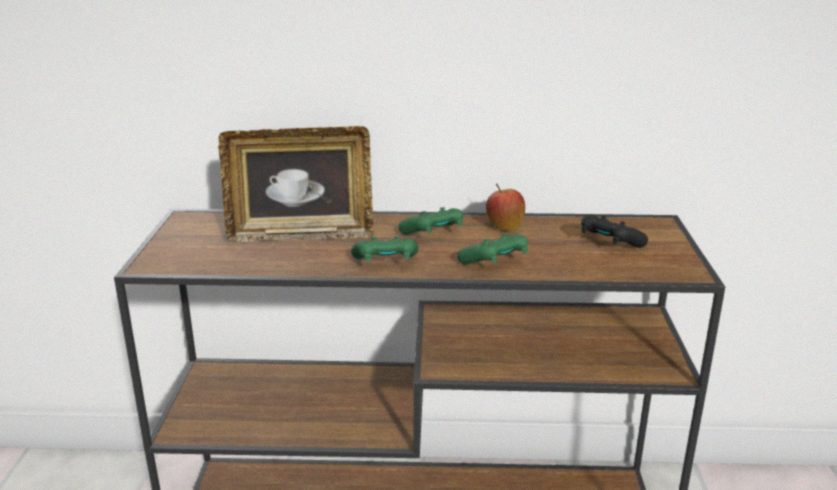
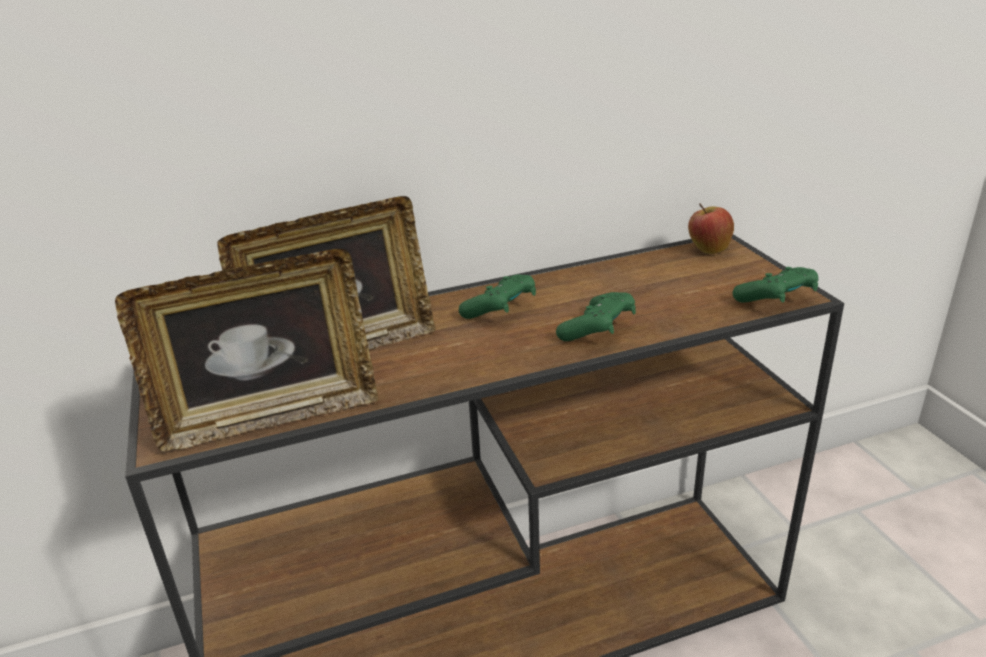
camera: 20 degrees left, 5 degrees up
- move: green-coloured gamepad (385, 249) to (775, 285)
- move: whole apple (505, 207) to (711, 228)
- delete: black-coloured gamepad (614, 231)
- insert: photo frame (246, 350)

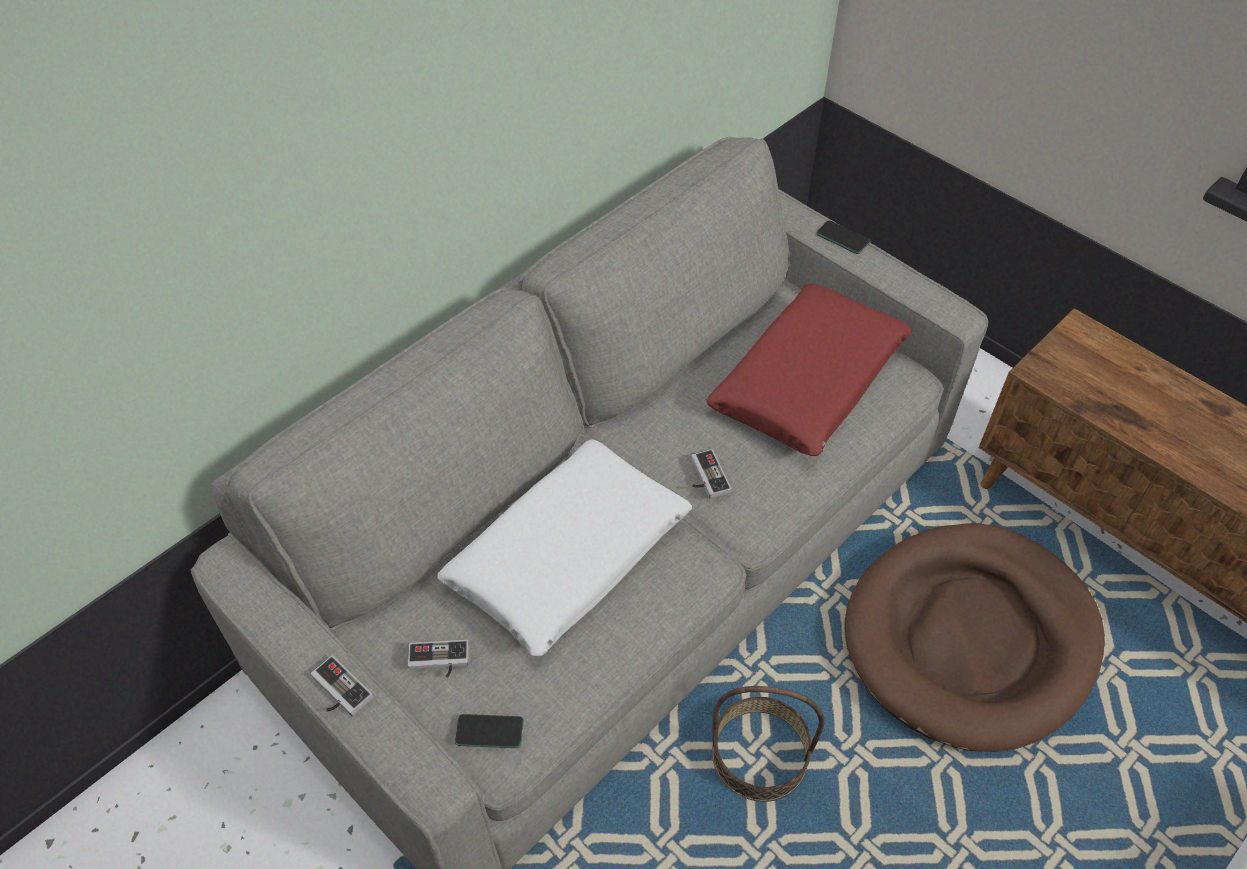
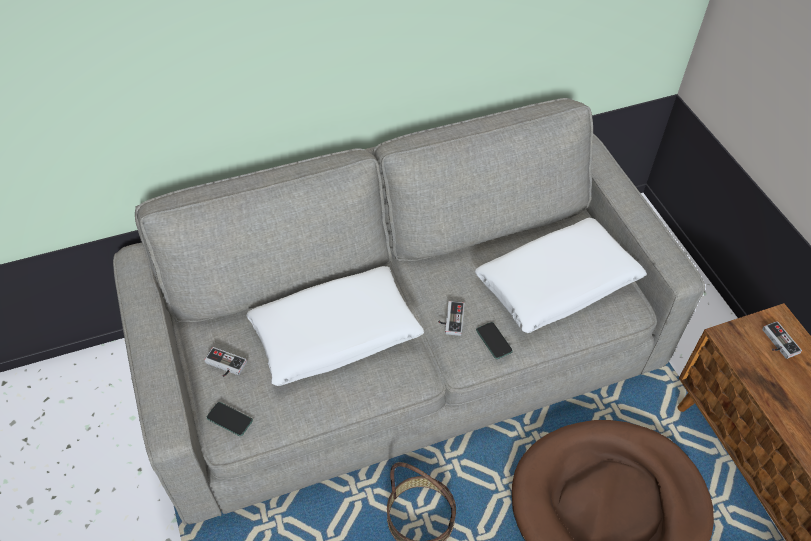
camera: 25 degrees right, 0 degrees up
- move: gamepad (342, 686) to (782, 340)
- recolor: red-coloured throw pillow (809, 370) to white-coloured throw pillow (561, 275)
- move: telephone (843, 237) to (494, 340)

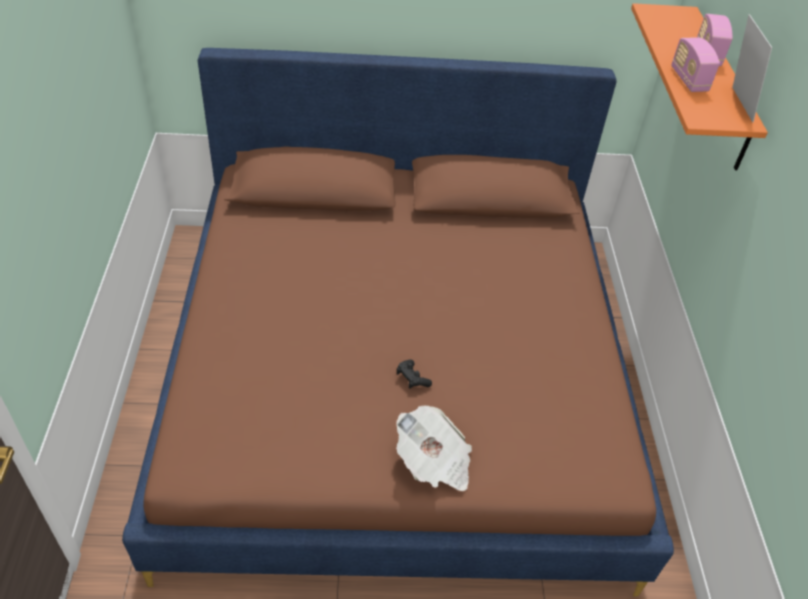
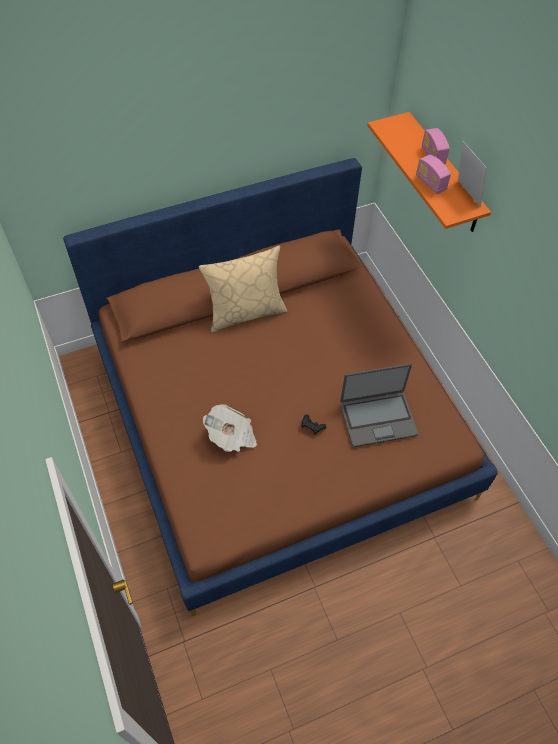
camera: 20 degrees left, 10 degrees up
- move: newspaper (434, 448) to (230, 428)
- insert: beige-coloured throw pillow (243, 289)
- insert: laptop (379, 405)

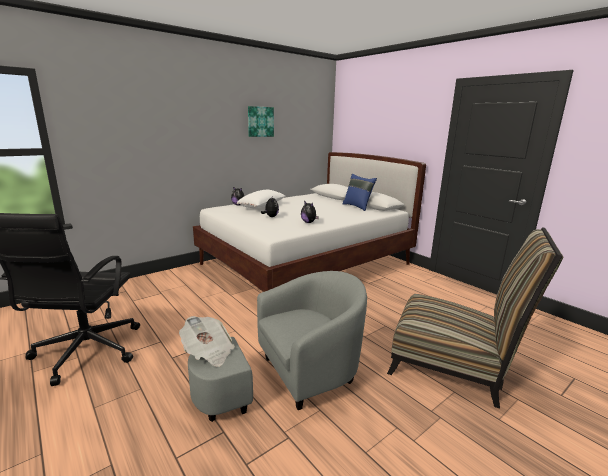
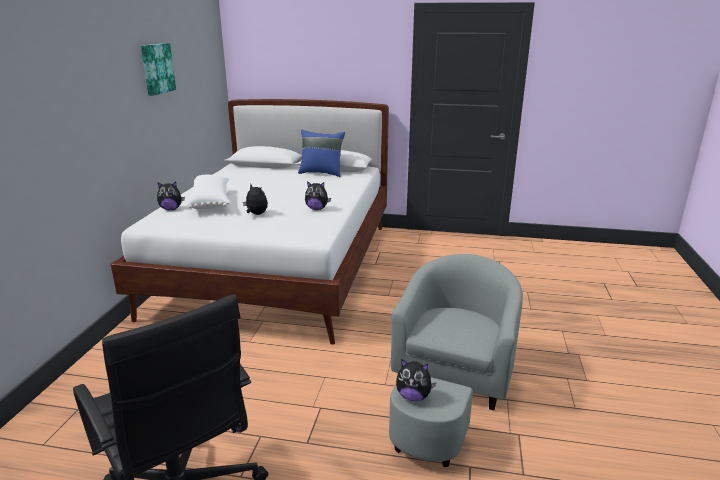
camera: 40 degrees left, 5 degrees up
- replace: newspaper (207, 341) to soft toy (416, 380)
- delete: chair (475, 318)

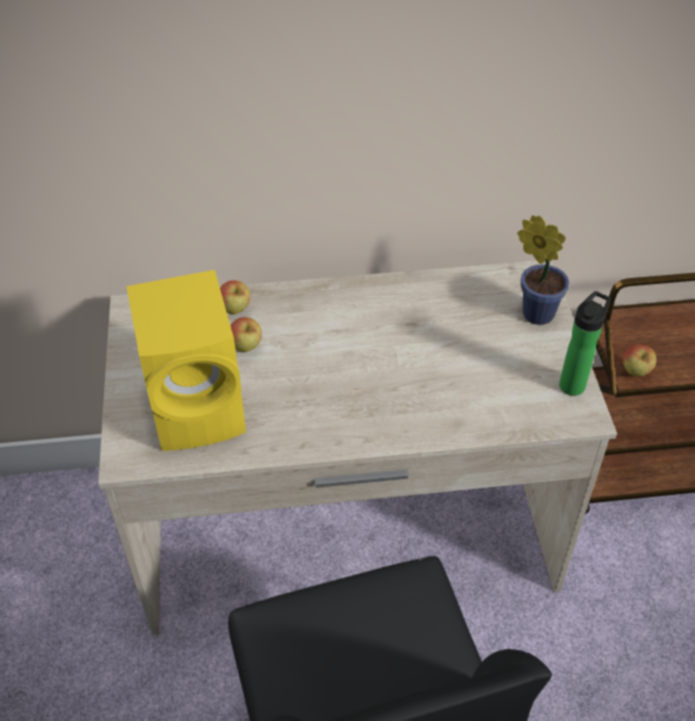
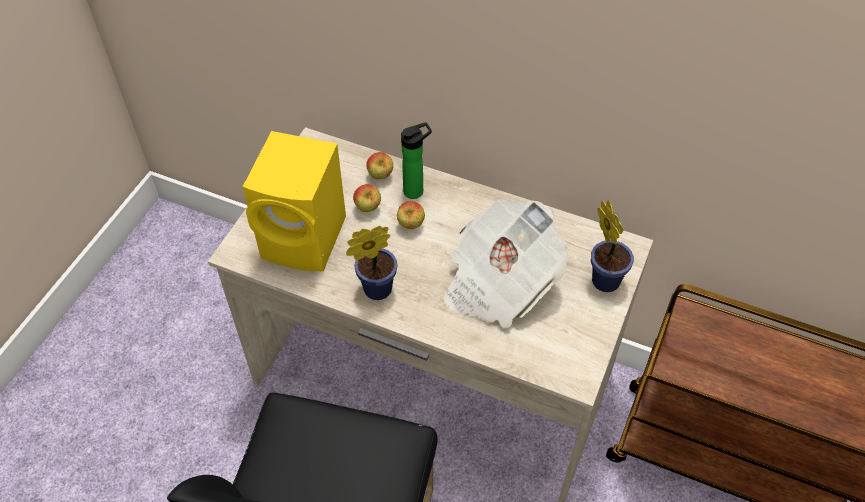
camera: 30 degrees right, 5 degrees up
- move: drink bottle (585, 343) to (416, 160)
- move: whole apple (639, 360) to (411, 215)
- insert: houseplant (372, 263)
- insert: newspaper (505, 263)

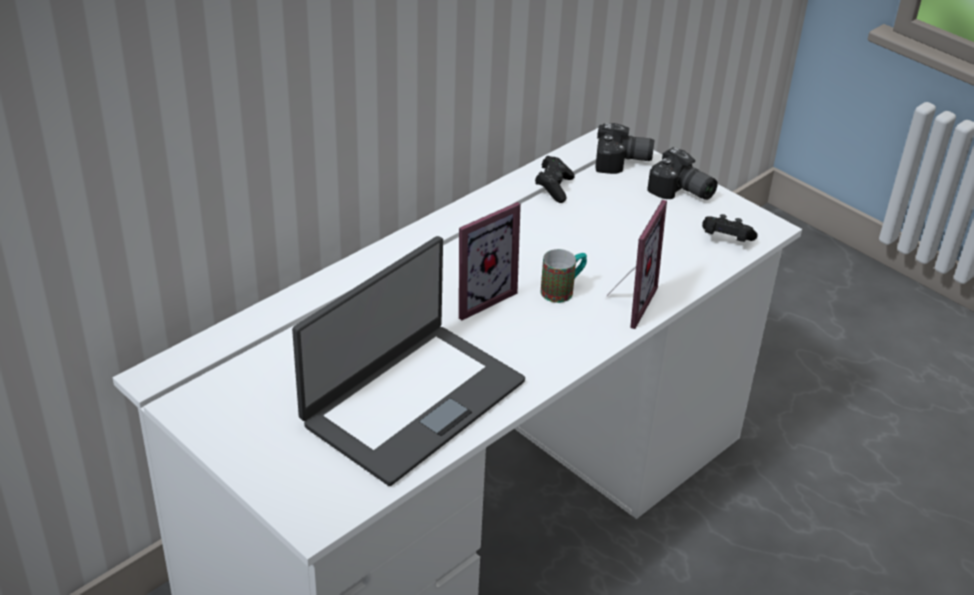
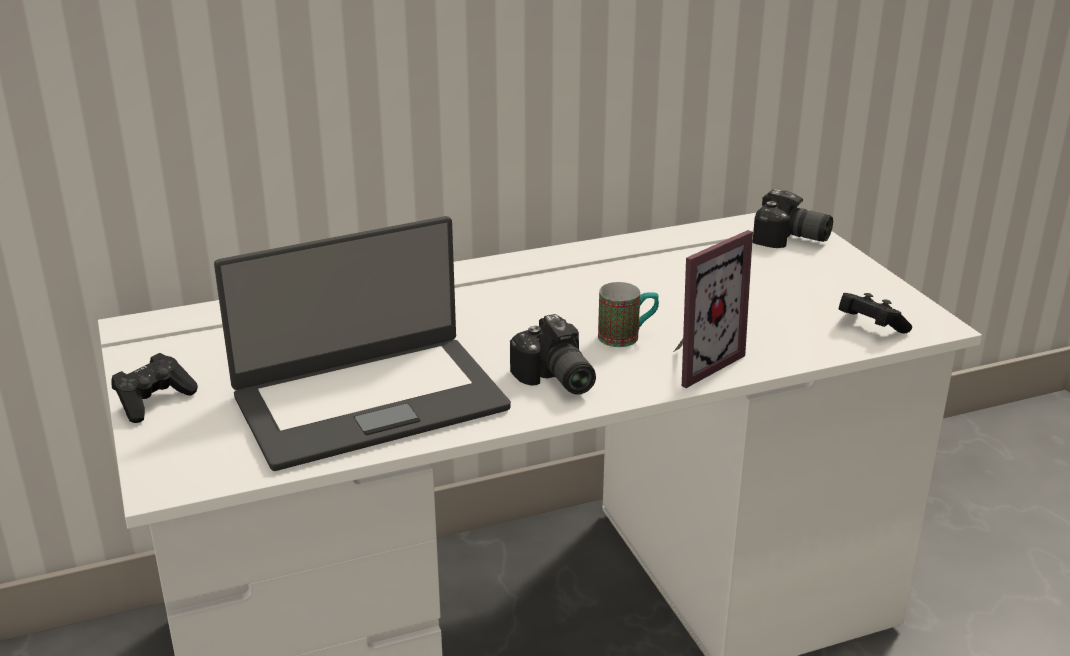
camera: 25 degrees right, 10 degrees down
- delete: photo frame (490, 261)
- move: black-coloured gamepad (555, 179) to (155, 388)
- move: still camera (682, 173) to (553, 354)

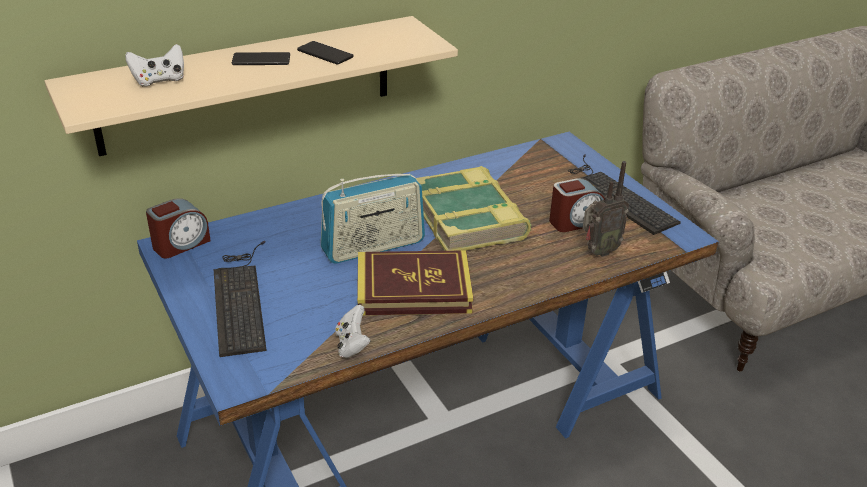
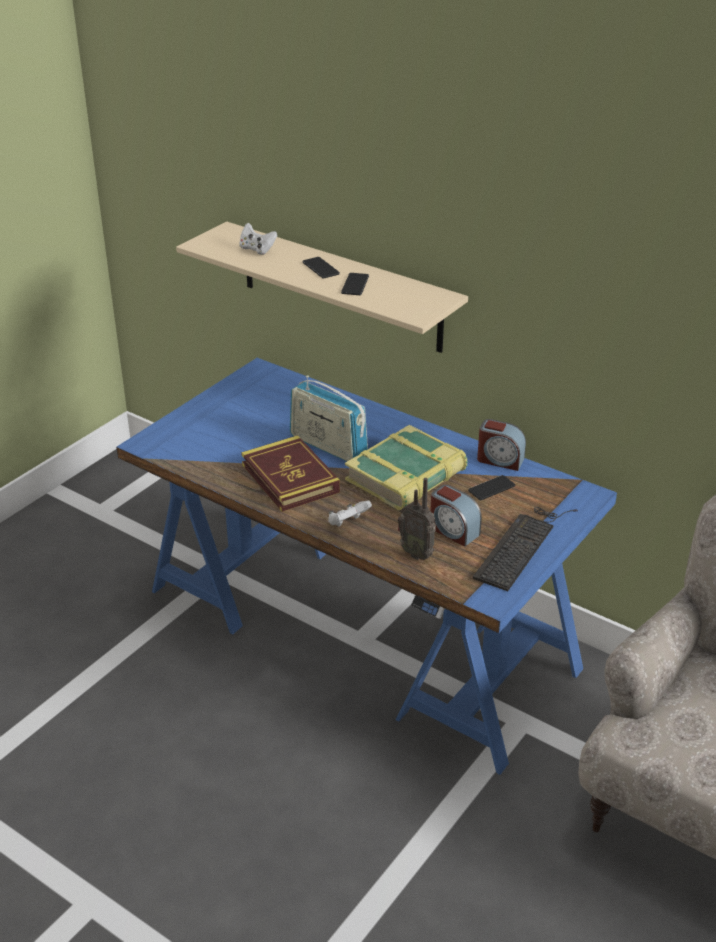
camera: 65 degrees right, 0 degrees up
- move: alarm clock (178, 228) to (501, 445)
- delete: keyboard (240, 299)
- move: white-coloured gamepad (353, 331) to (350, 513)
- insert: telephone (491, 487)

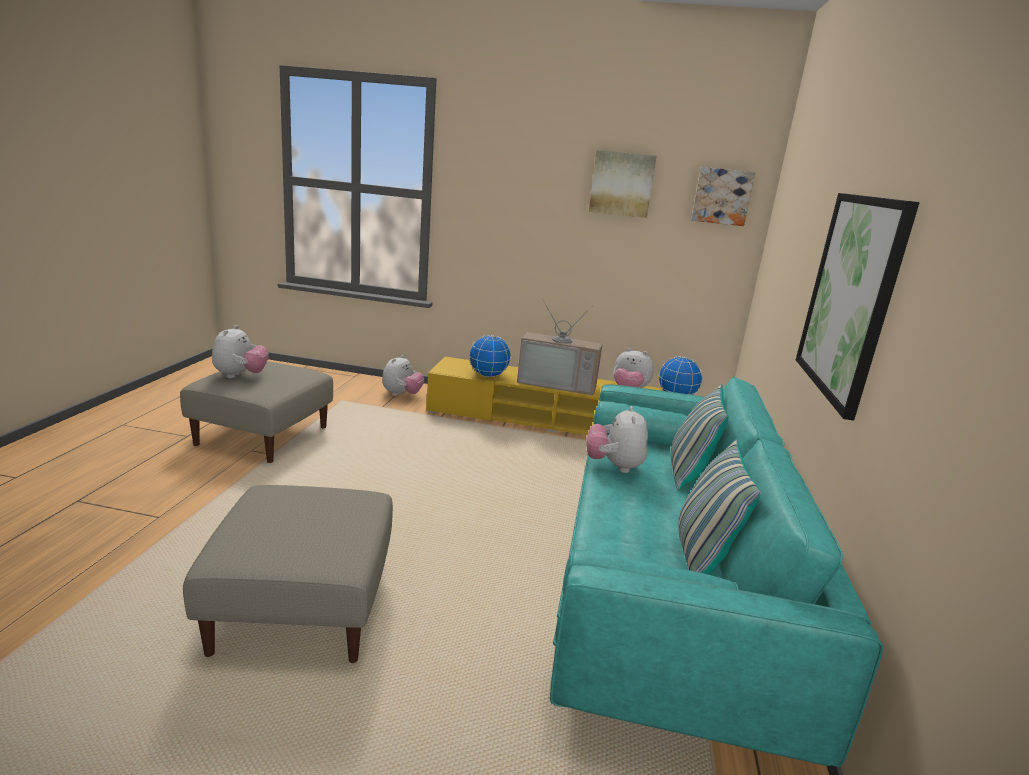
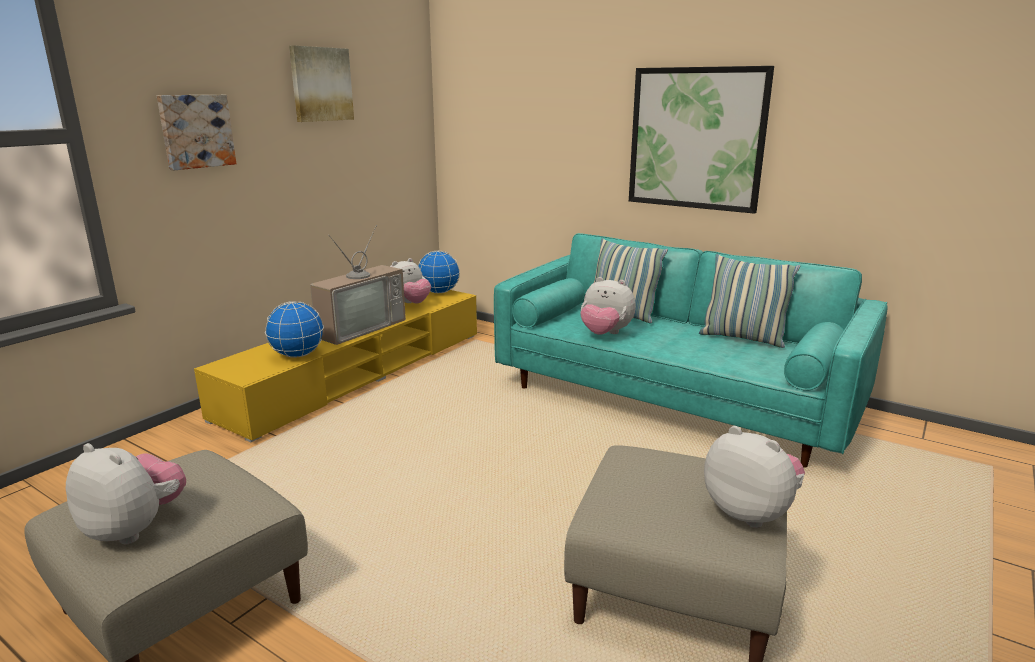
camera: 65 degrees left, 0 degrees up
- move: soft toy (403, 375) to (754, 477)
- move: picture (723, 196) to (196, 132)

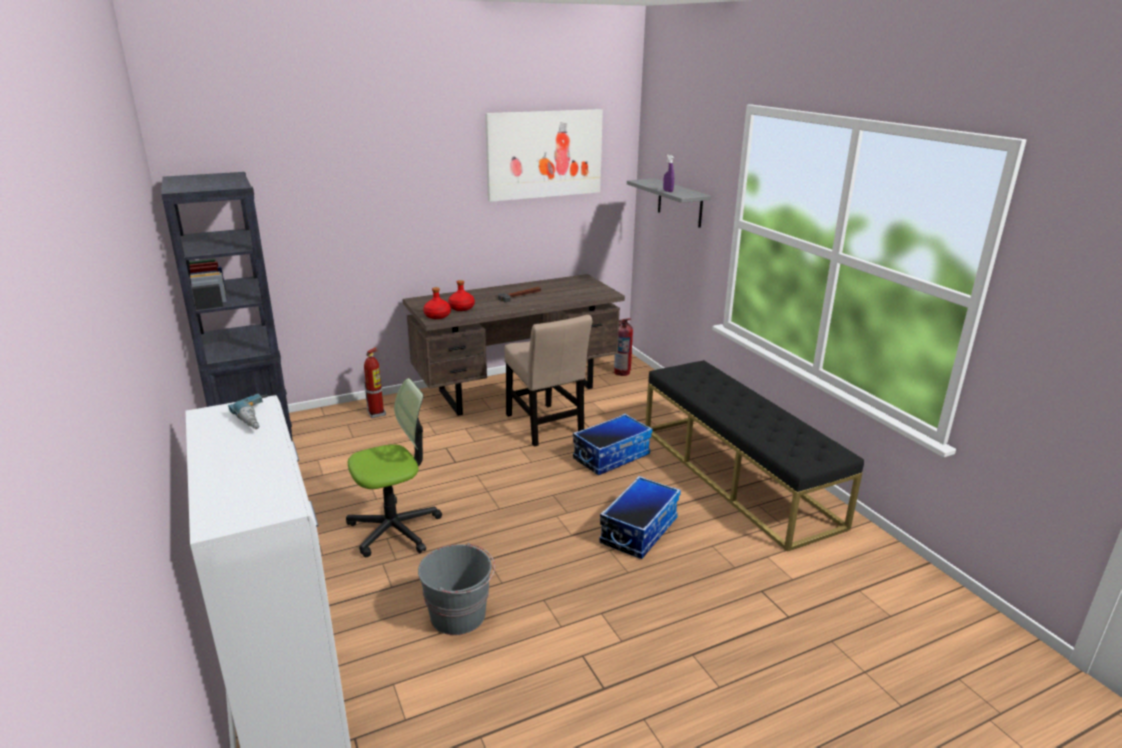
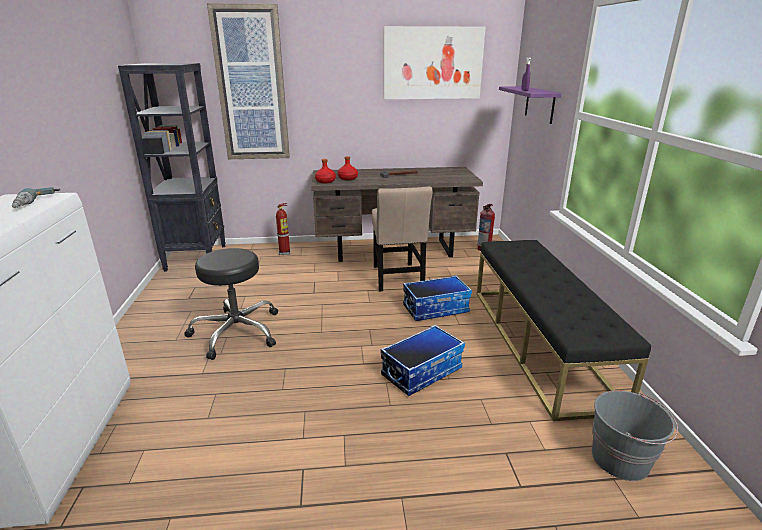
camera: 20 degrees right, 0 degrees up
- replace: desk chair (394, 467) to black-coloured stool (231, 304)
- move: grey bucket (456, 589) to (635, 435)
- recolor: grey bracket shelf (669, 203) to purple bracket shelf (530, 105)
- insert: picture (248, 81)

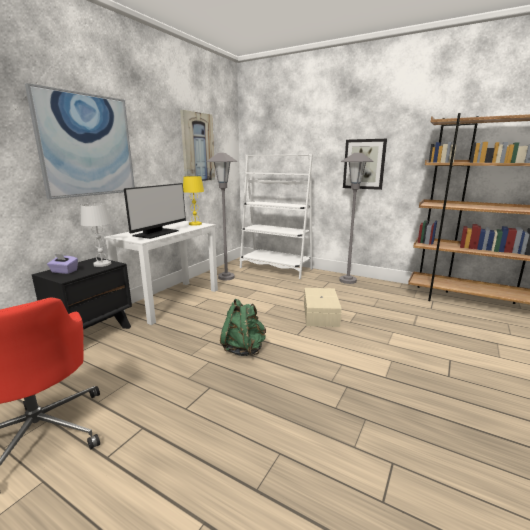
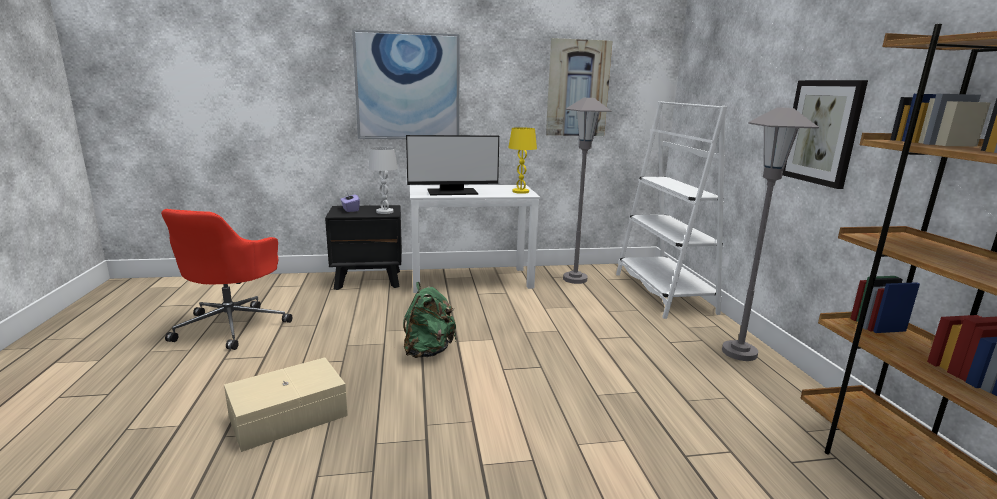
camera: 50 degrees right, 0 degrees up
- move: beige-coloured storage container (323, 307) to (286, 404)

